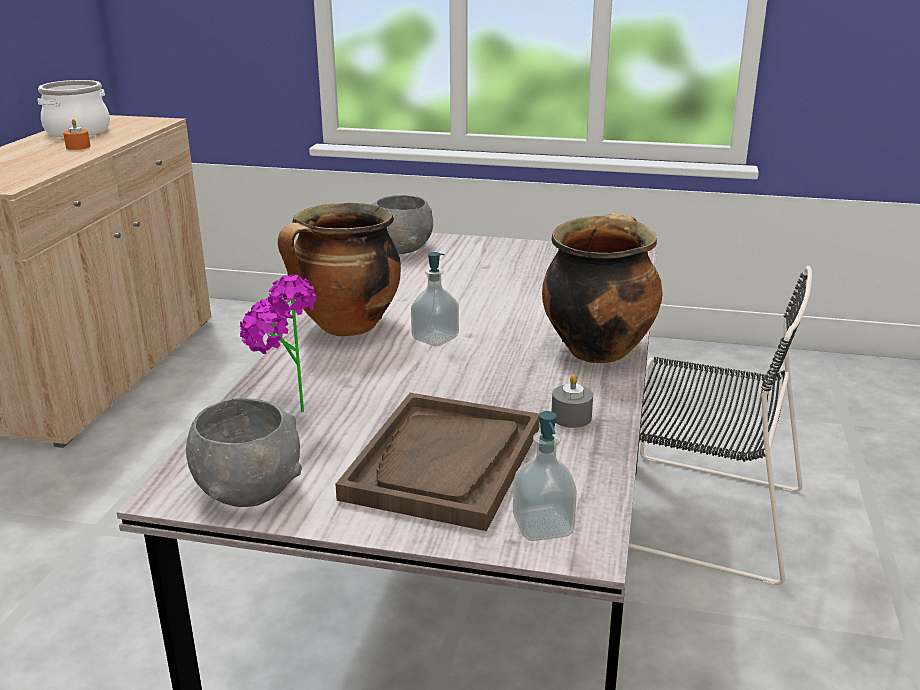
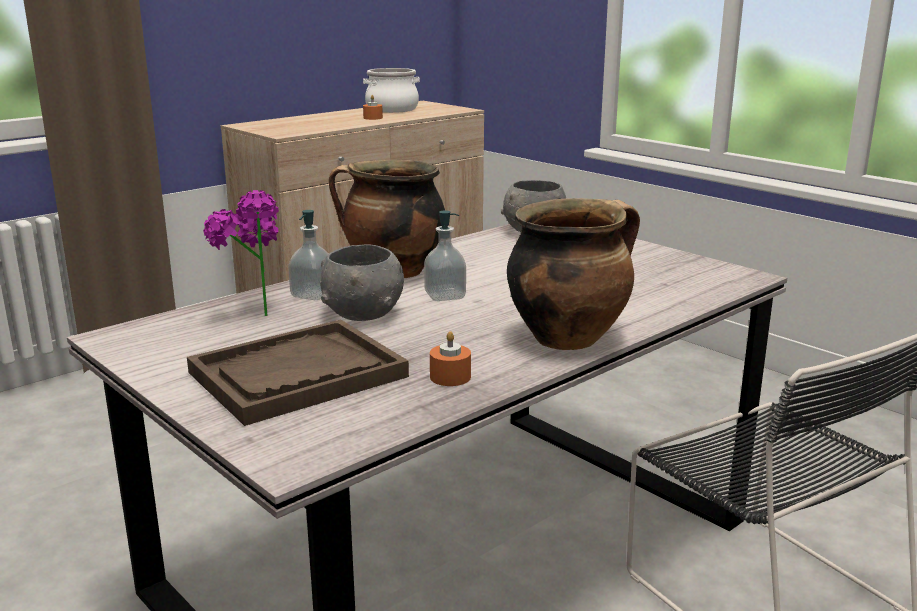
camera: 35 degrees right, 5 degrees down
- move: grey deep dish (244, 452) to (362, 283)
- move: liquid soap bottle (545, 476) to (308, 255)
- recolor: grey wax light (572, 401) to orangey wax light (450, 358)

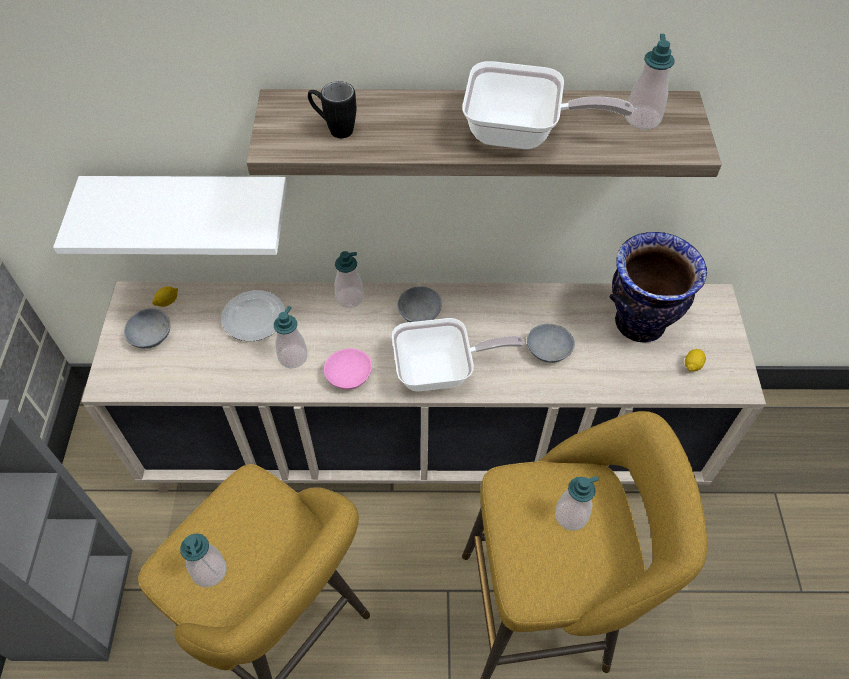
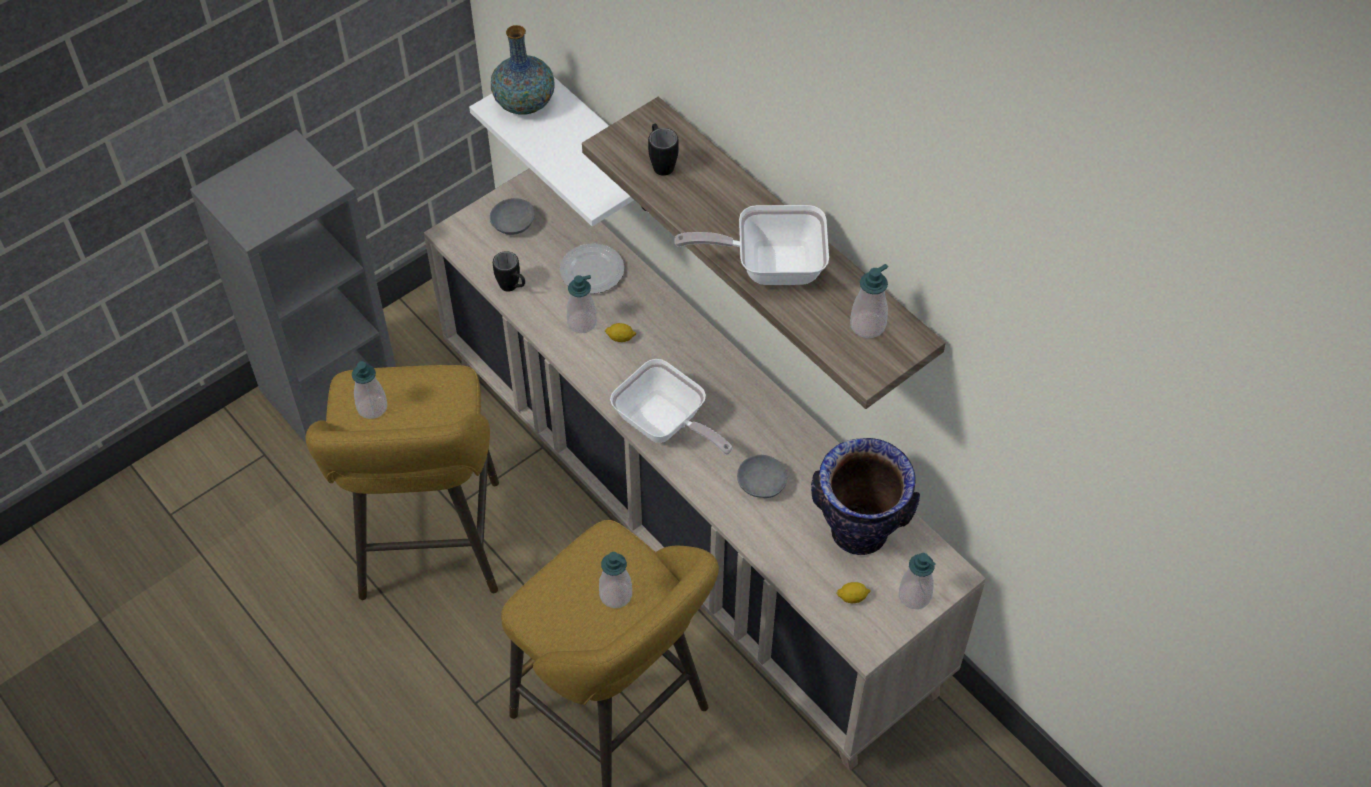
camera: 50 degrees right, 0 degrees up
- move: lemon (165, 296) to (621, 332)
- delete: pink deep dish (348, 368)
- move: liquid soap bottle (349, 279) to (917, 581)
- delete: grey deep dish (419, 304)
- rotate: skillet (547, 105) = (752, 245) 120 degrees clockwise
- insert: decorative vase (522, 70)
- insert: black-coloured coffee mug (509, 271)

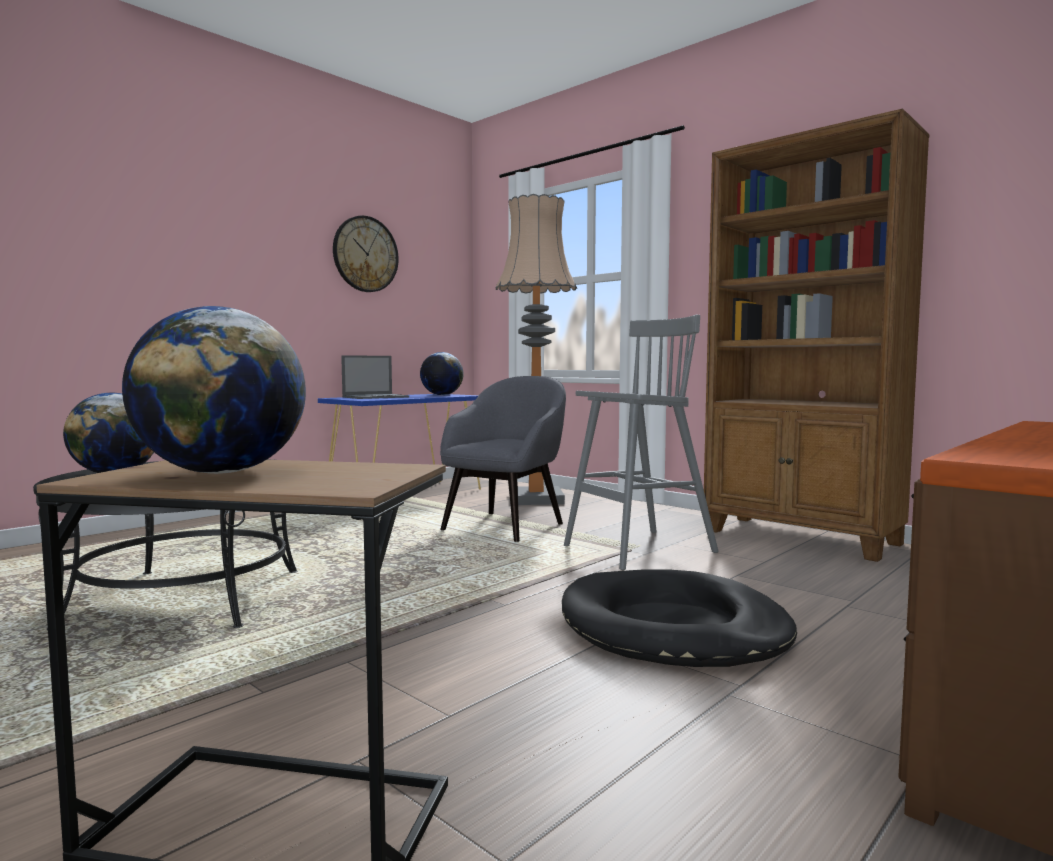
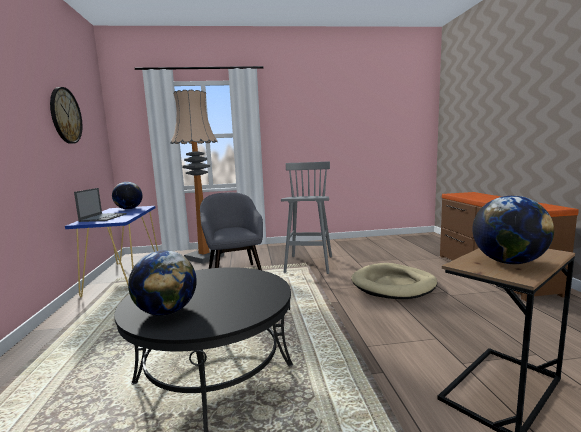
camera: 50 degrees left, 5 degrees up
- recolor: black-coloured dog bed (679, 618) to beige-coloured dog bed (394, 281)
- delete: brownish bookshelf (816, 335)

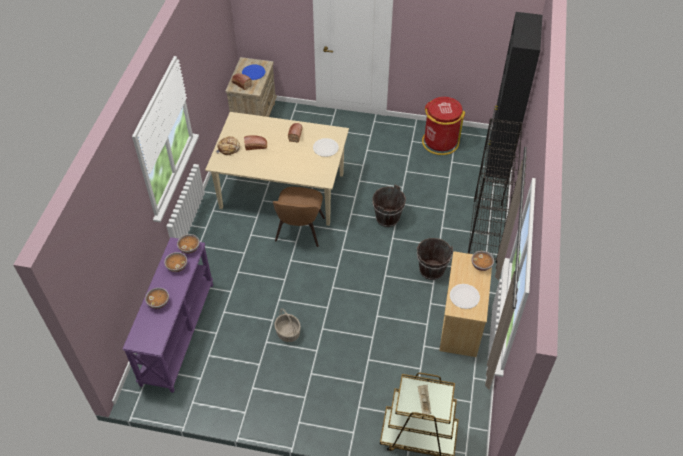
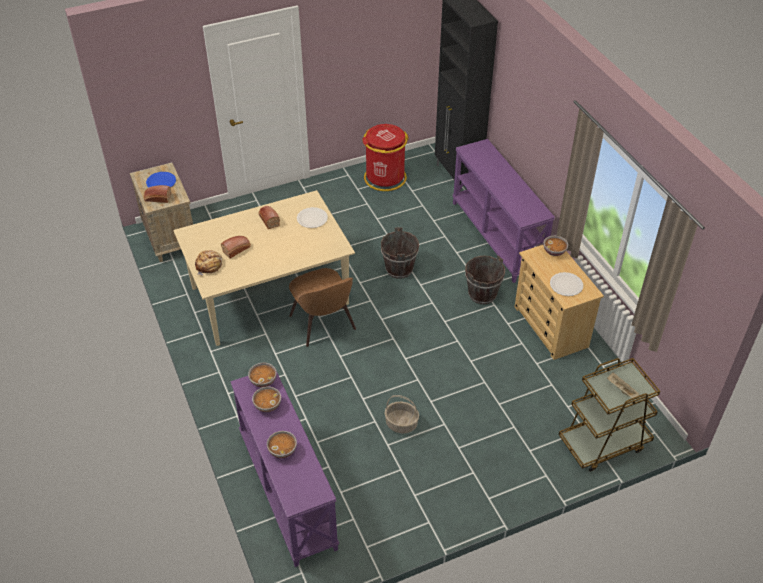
camera: 35 degrees left, 5 degrees down
- replace: black-coloured bookshelf (495, 190) to purple console table (504, 211)

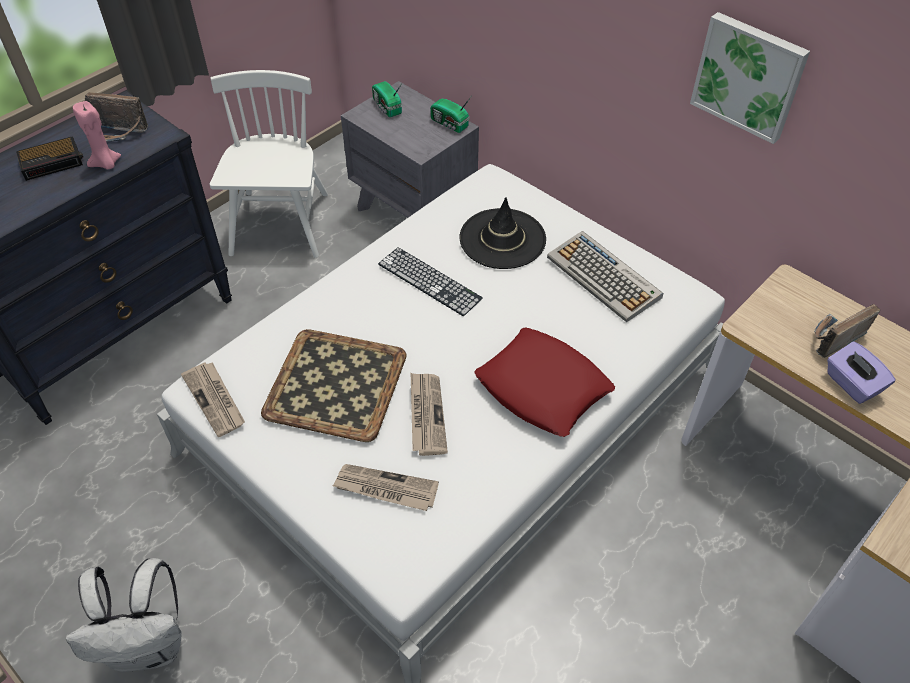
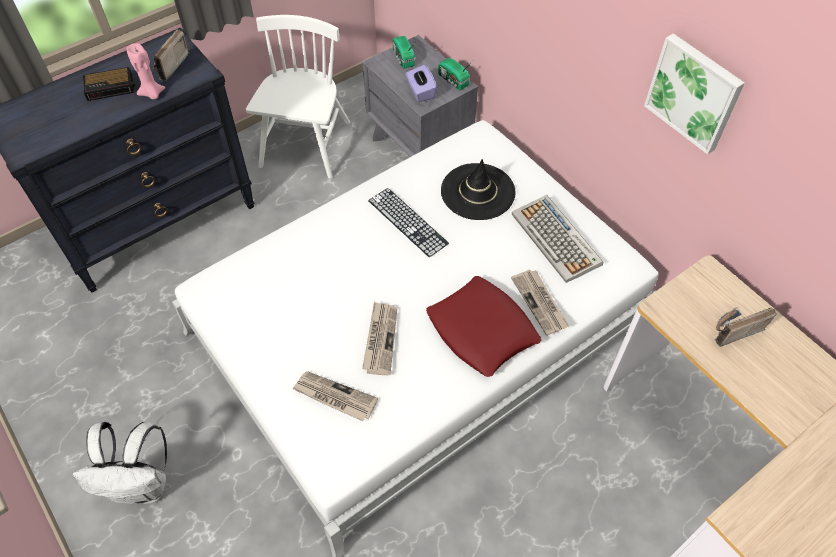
camera: 10 degrees right, 5 degrees up
- rotate: radio receiver (116, 117) = (171, 55) 90 degrees clockwise
- move: newspaper (213, 399) to (540, 302)
- delete: carrying tray (334, 385)
- move: purple box of tissues (861, 372) to (421, 83)

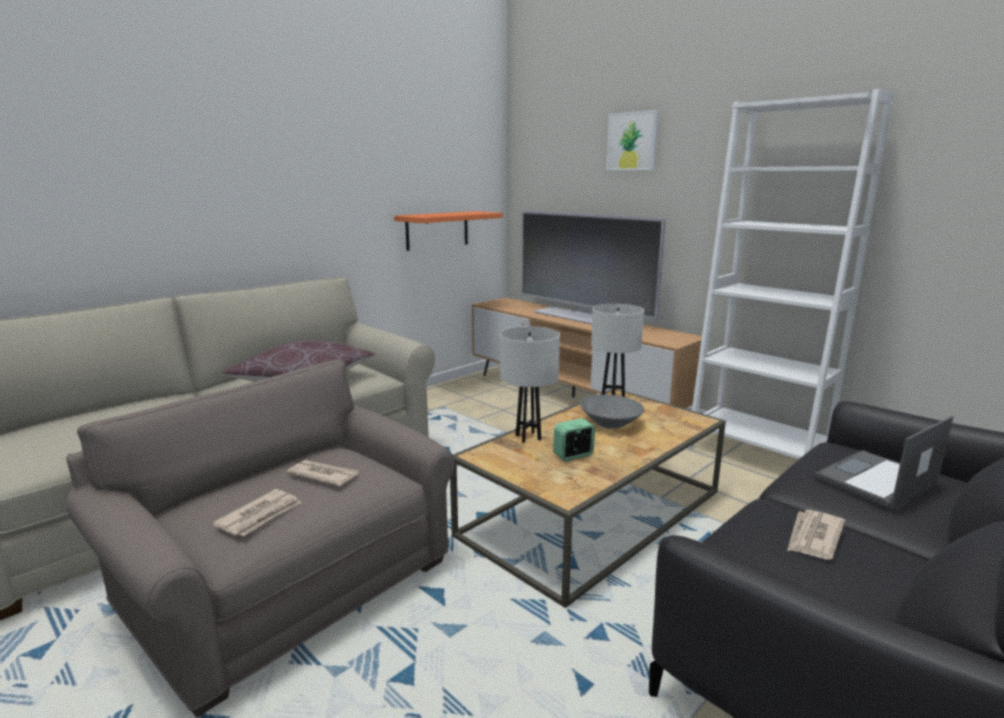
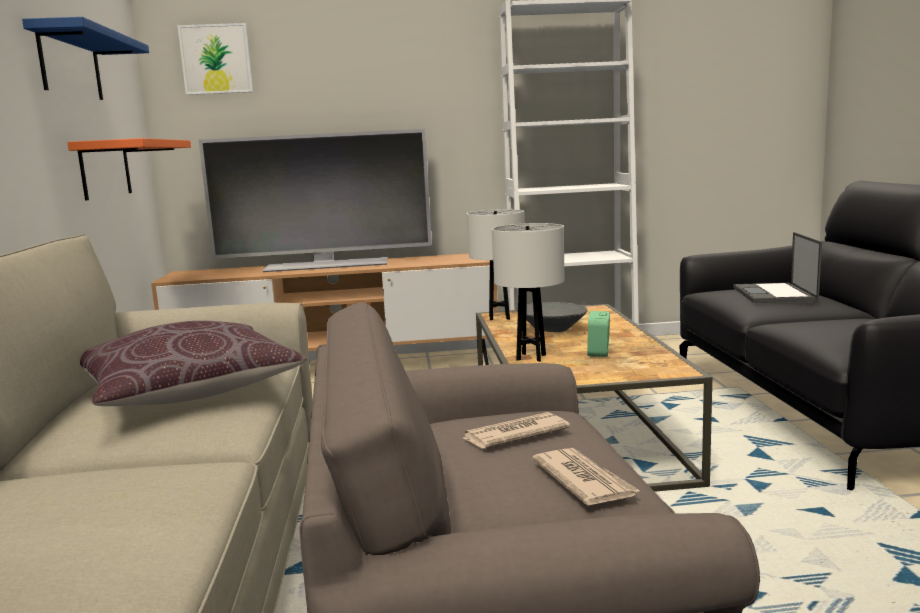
camera: 50 degrees left, 5 degrees down
- move: picture (632, 140) to (215, 59)
- delete: newspaper (816, 534)
- insert: bluish bracket shelf (85, 58)

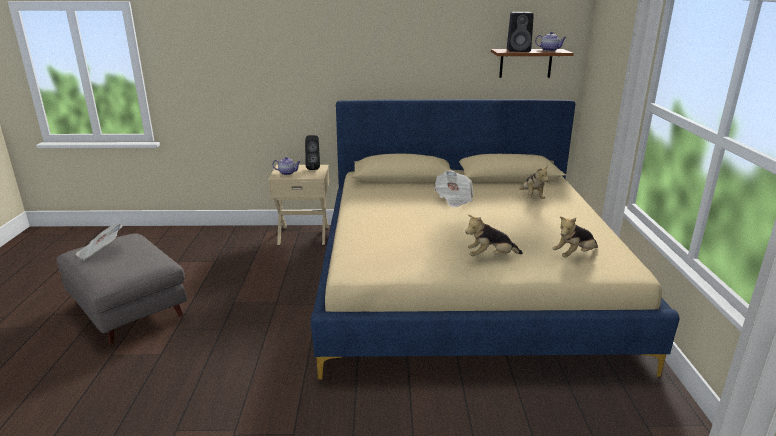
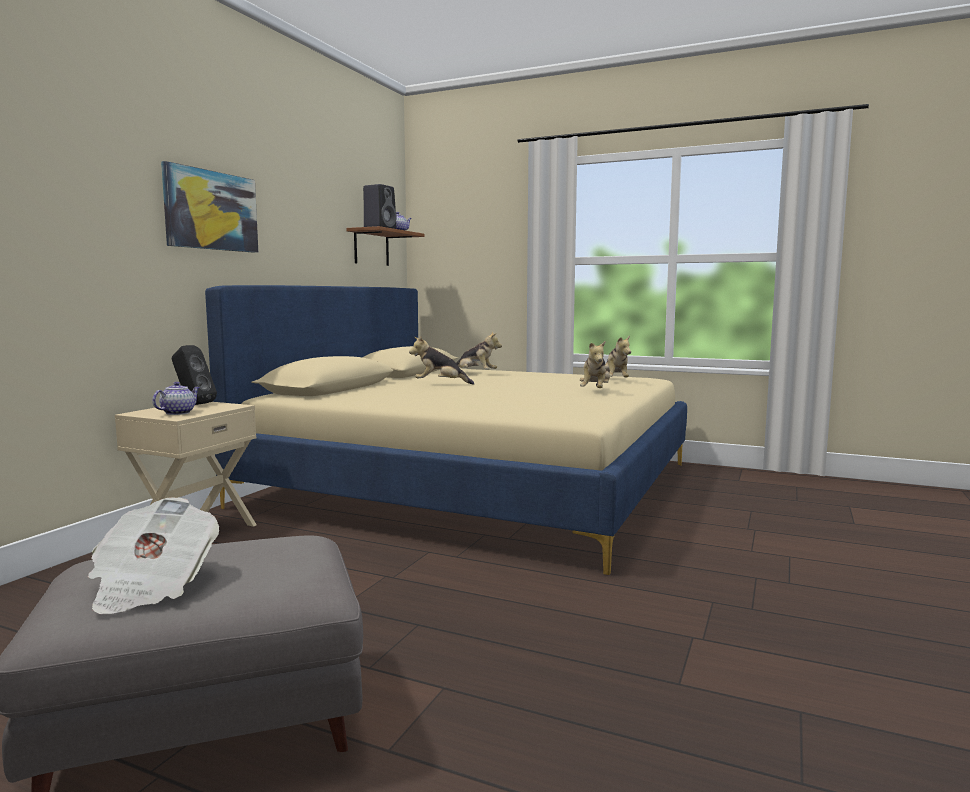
camera: 65 degrees left, 15 degrees down
- replace: newspaper (453, 188) to soft toy (441, 360)
- insert: picture (209, 207)

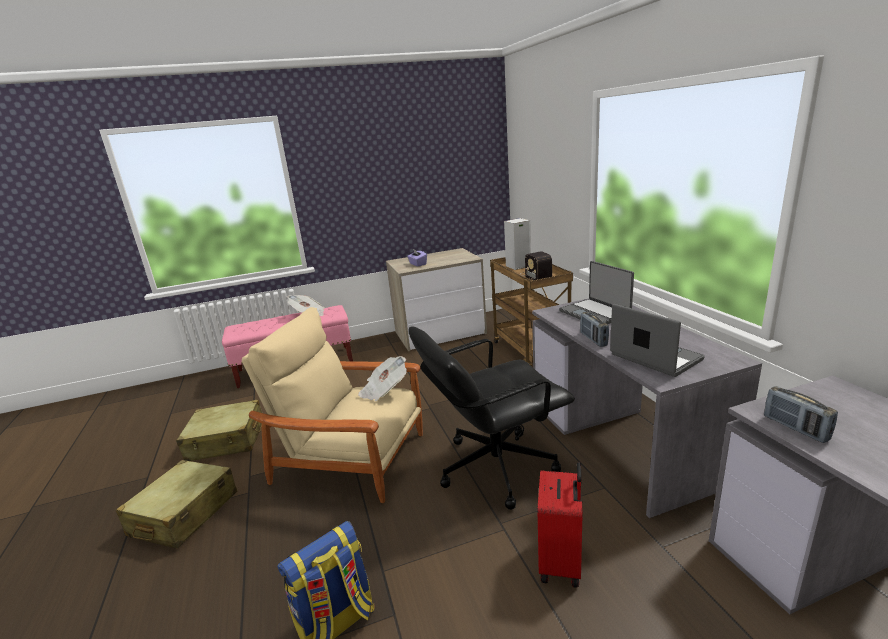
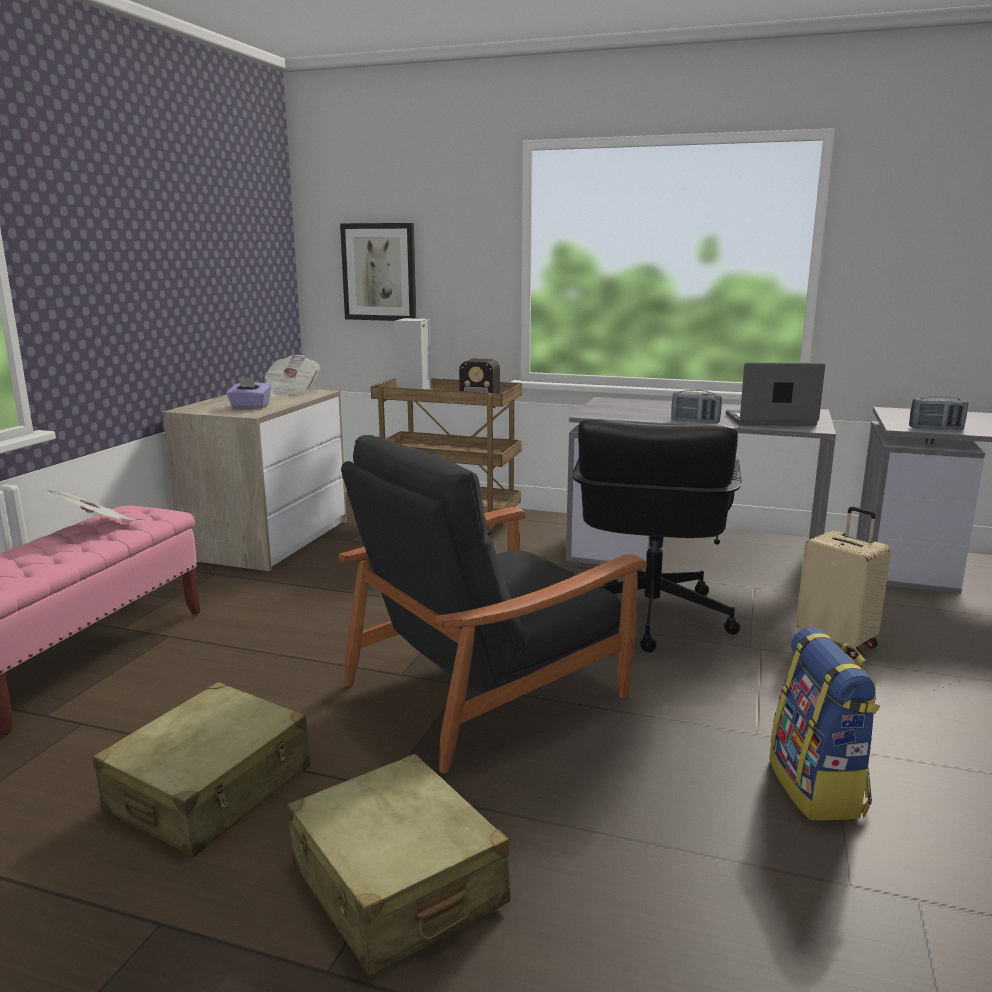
camera: 55 degrees left, 5 degrees down
- recolor: beige-coloured easy chair (332, 405) to black-coloured easy chair (492, 604)
- move: newspaper (382, 378) to (292, 376)
- recolor: red-coloured suitcase (560, 525) to beige-coloured suitcase (843, 582)
- delete: laptop (596, 292)
- insert: picture (378, 272)

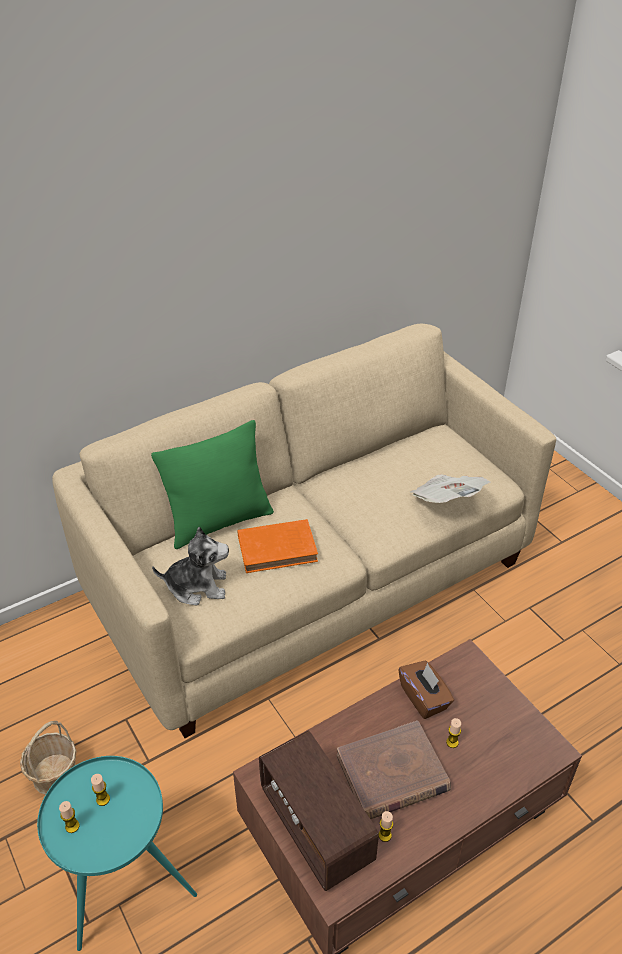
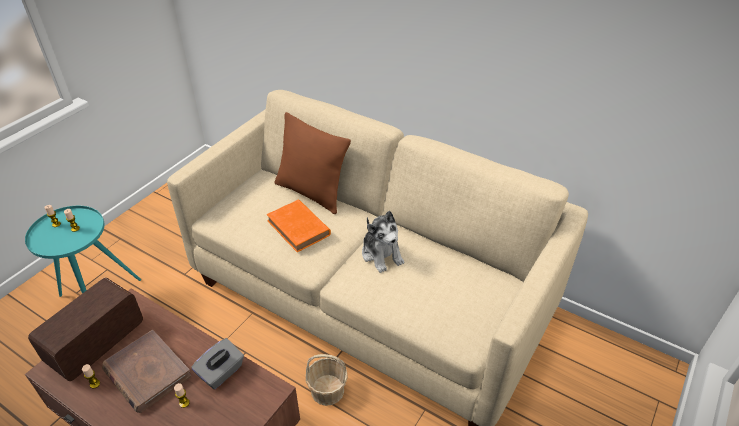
camera: 65 degrees right, 0 degrees up
- move: basket (48, 758) to (326, 380)
- recolor: green-coloured throw pillow (212, 484) to brownish throw pillow (313, 163)
- move: soft toy (190, 566) to (383, 242)
- recolor: brownish box of tissues (426, 690) to grey box of tissues (217, 363)
- delete: newspaper (450, 488)

